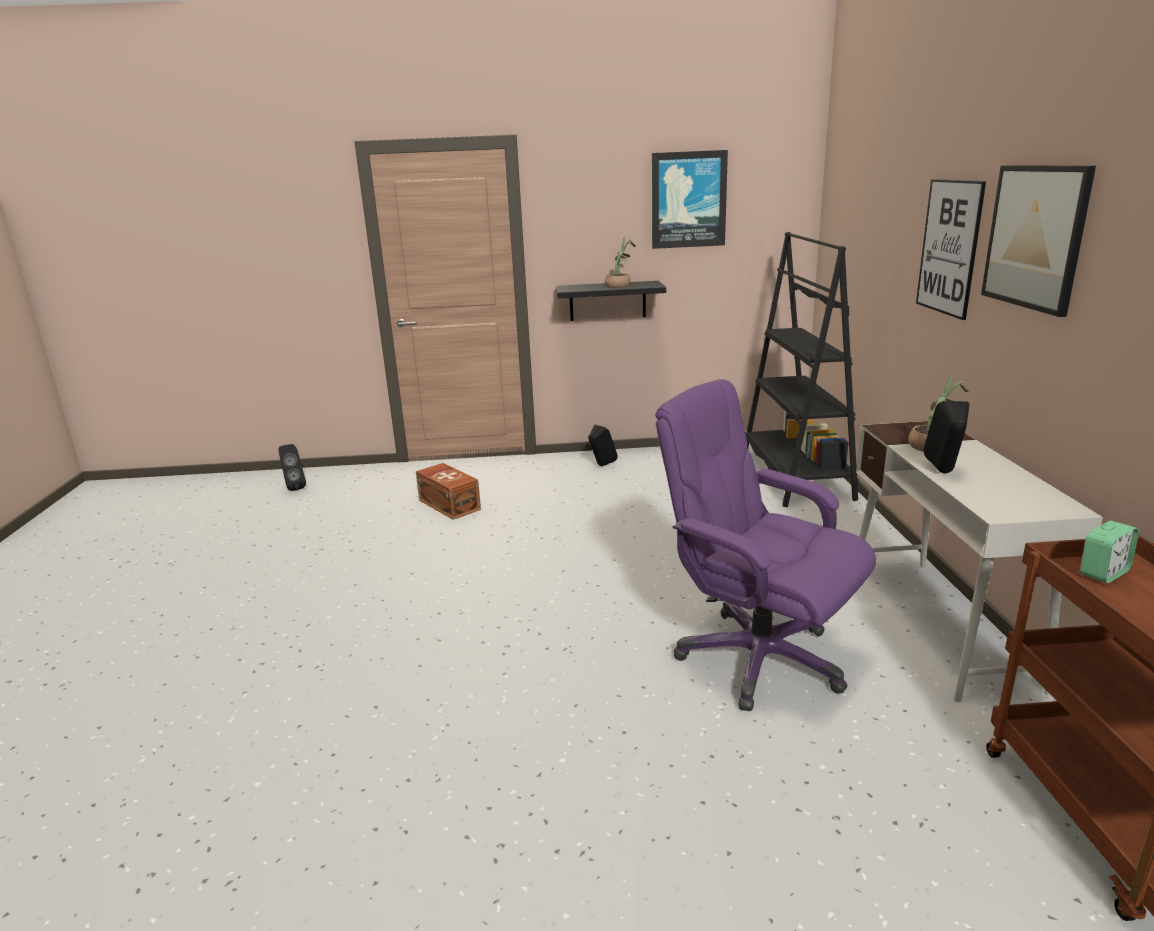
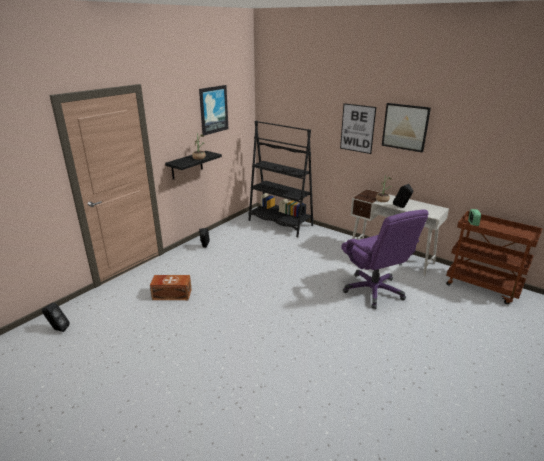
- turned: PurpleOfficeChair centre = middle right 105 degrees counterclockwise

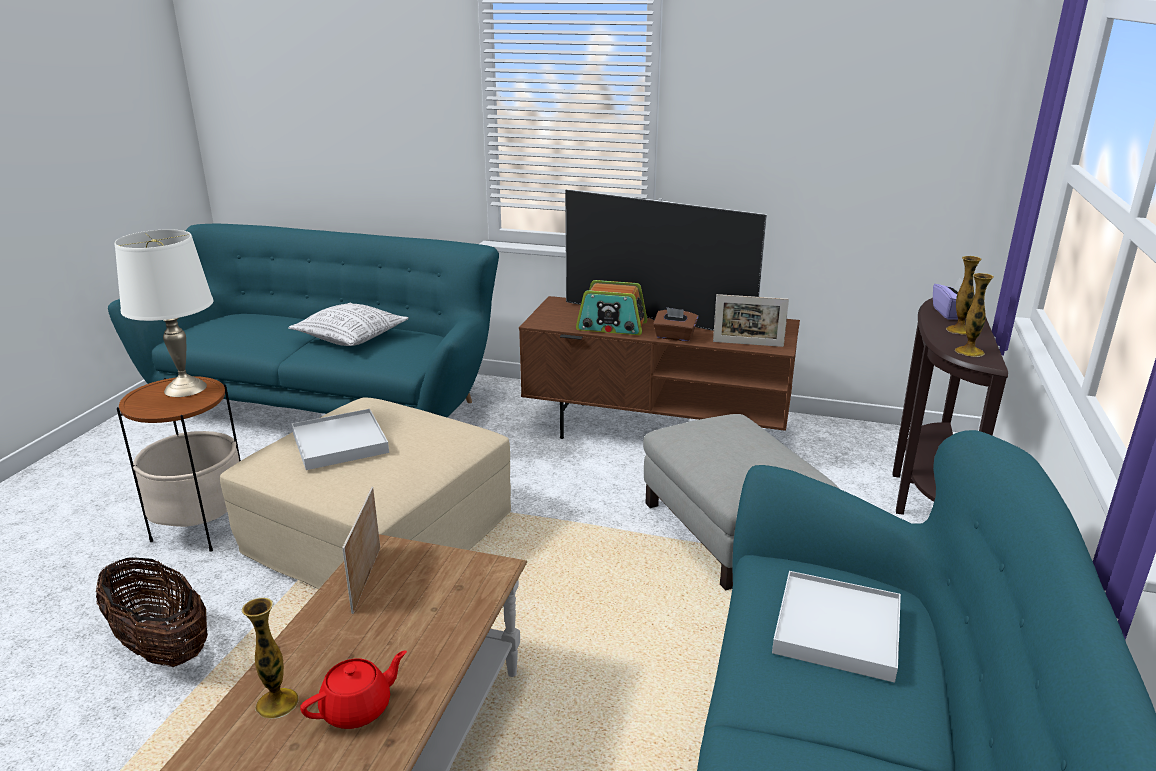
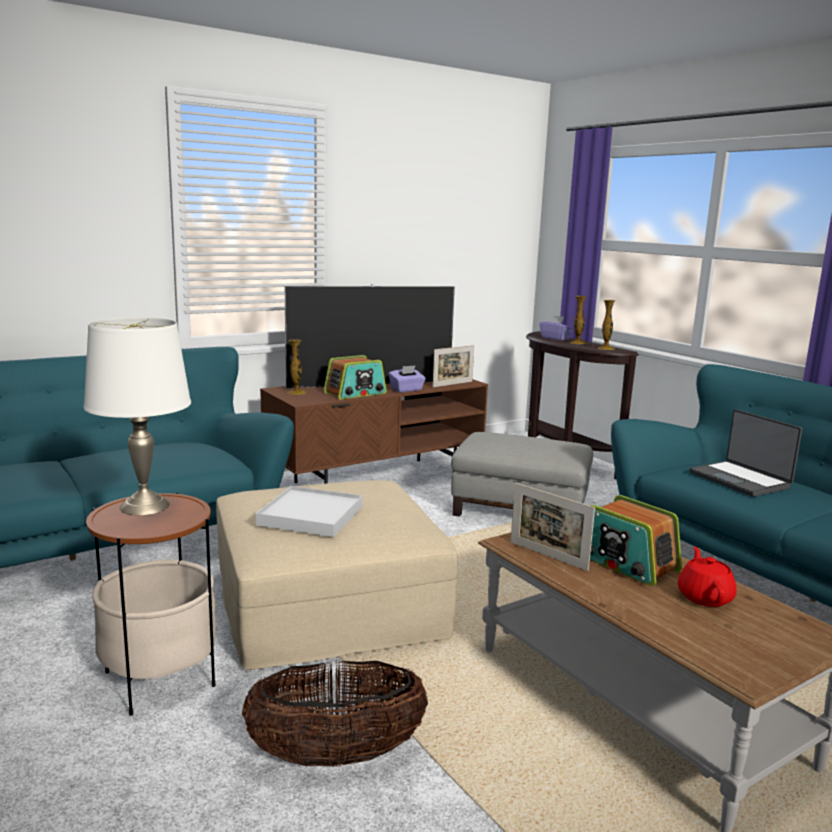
- removed: Pillow middle left
- recoloured: BrownTissueBox centre to PurpleTissueBox (1st from left) centre
- replaced: WhiteTray (2nd from left) bottom right to Laptop middle right
- moved: Vase (1st from left) bottom left to centre
- added: Radio (2nd from left) middle right

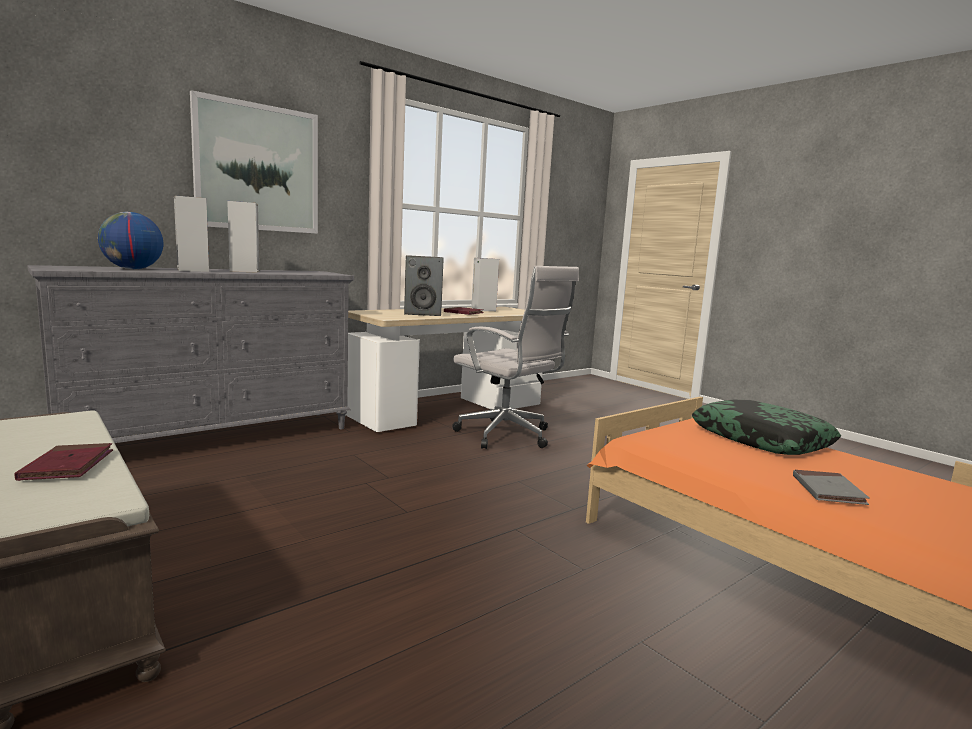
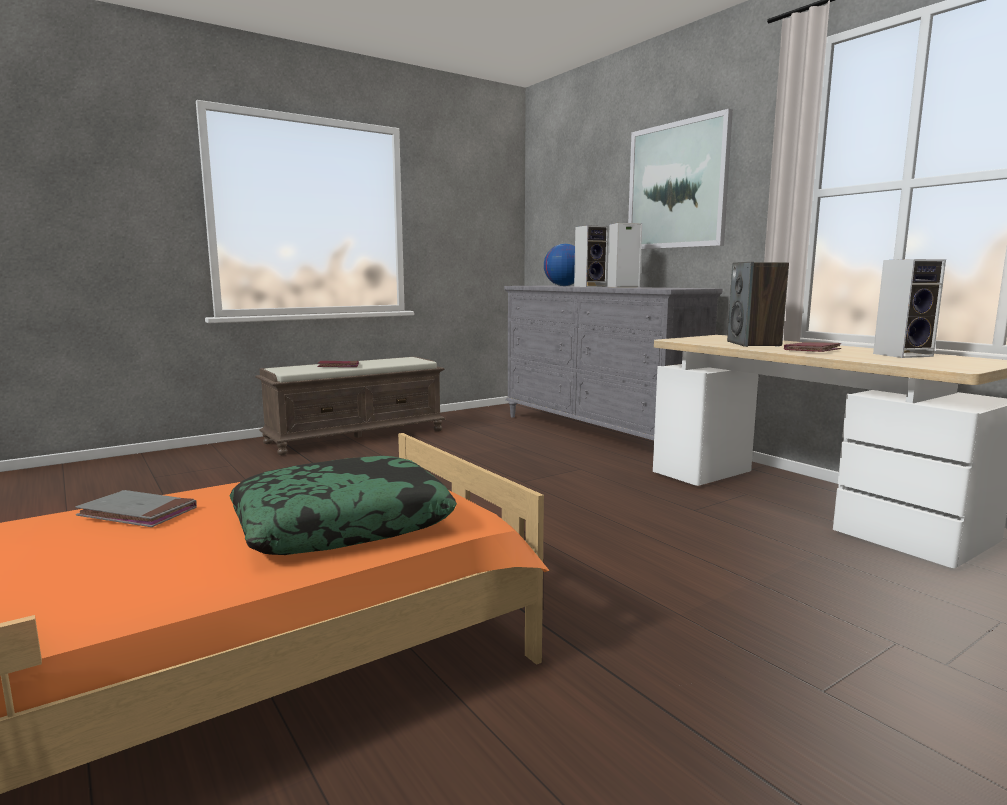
- removed: WhiteOfficeChair centre

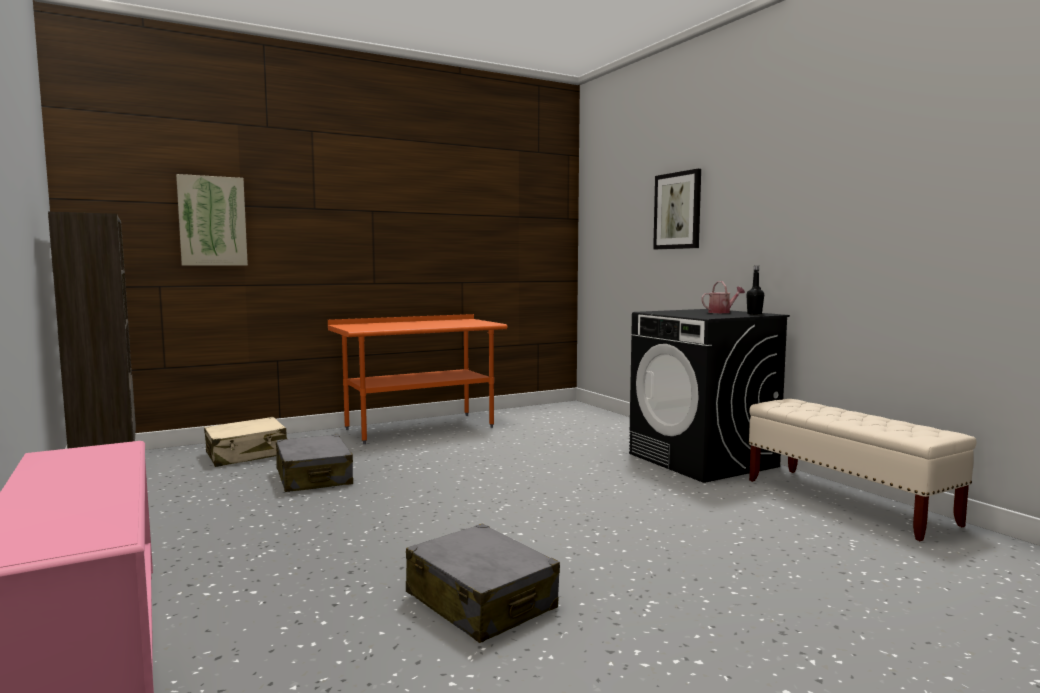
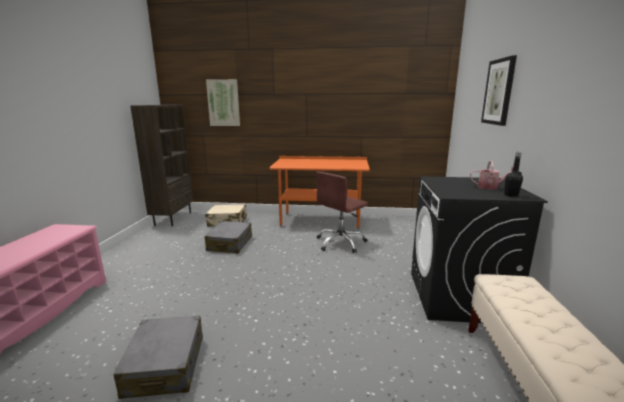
- added: BrownOfficeChair centre

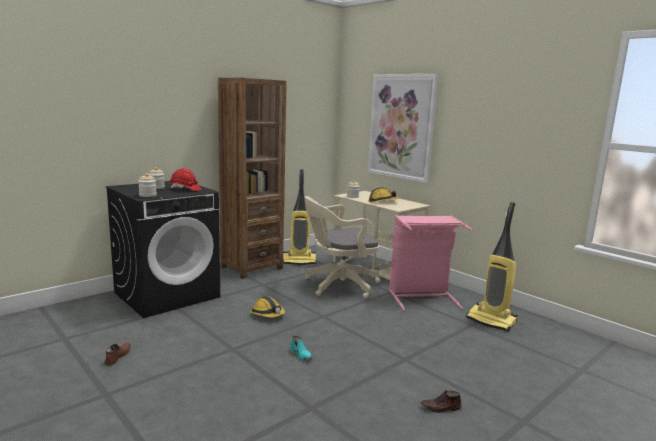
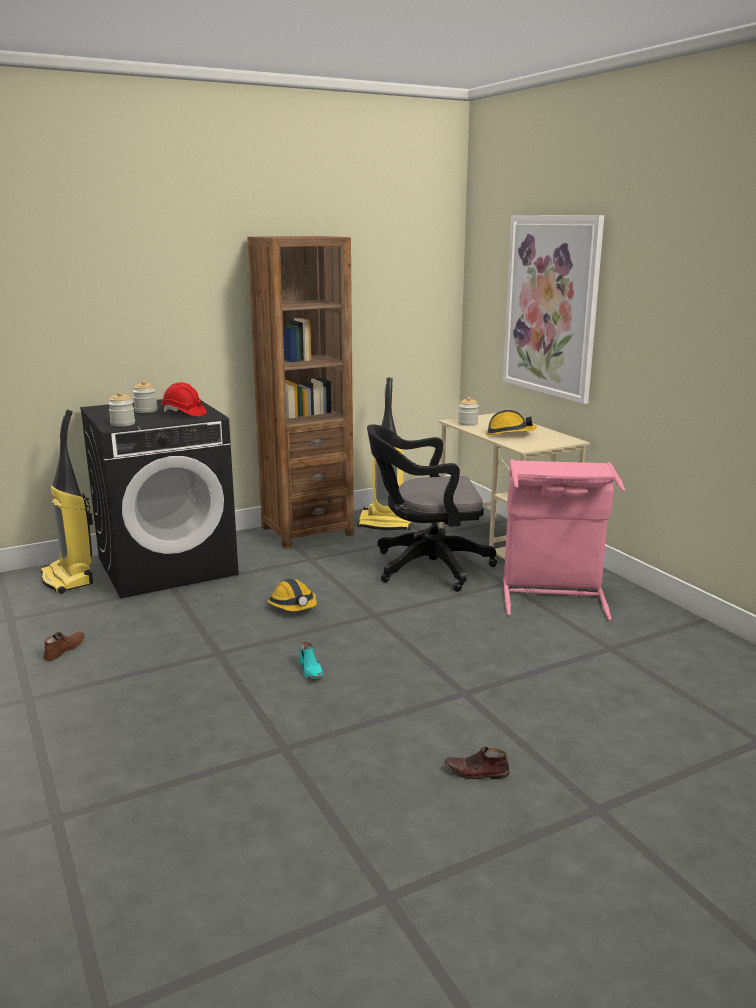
- recoloured: BeigeOfficeChair centre to BlackOfficeChair centre
- moved: VacuumCleaner (2nd from left in the first image) middle right to VacuumCleaner (1st from left) middle left

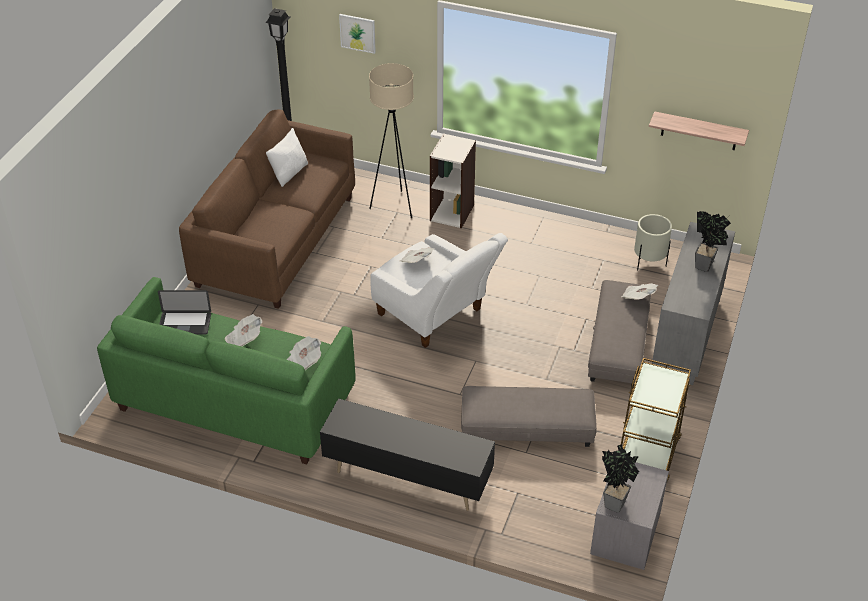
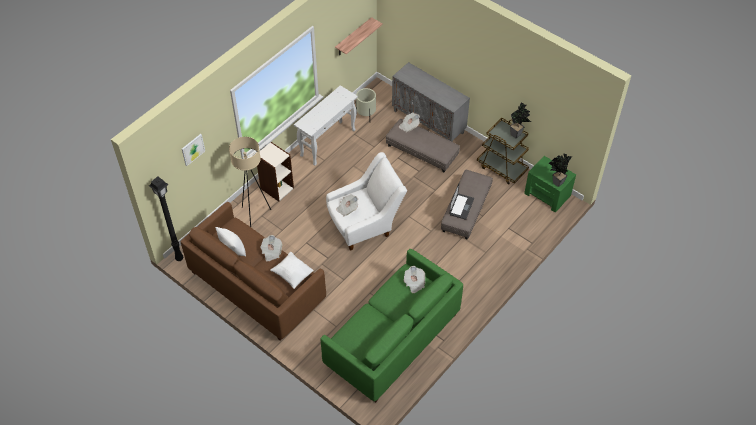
- moved: PottedPlant (2nd from left in the first image) middle right to PottedPlant (1st from left) top right
- moved: Laptop middle left to centre
- moved: Newspaper (1st from left) middle left to centre
- removed: BlackTvStand bottom centre
- recoloured: GreyNightstand bottom right to GreenNightstand middle right
- added: WhiteConsoleTable top centre
- added: WhitePillow (2nd from left) centre

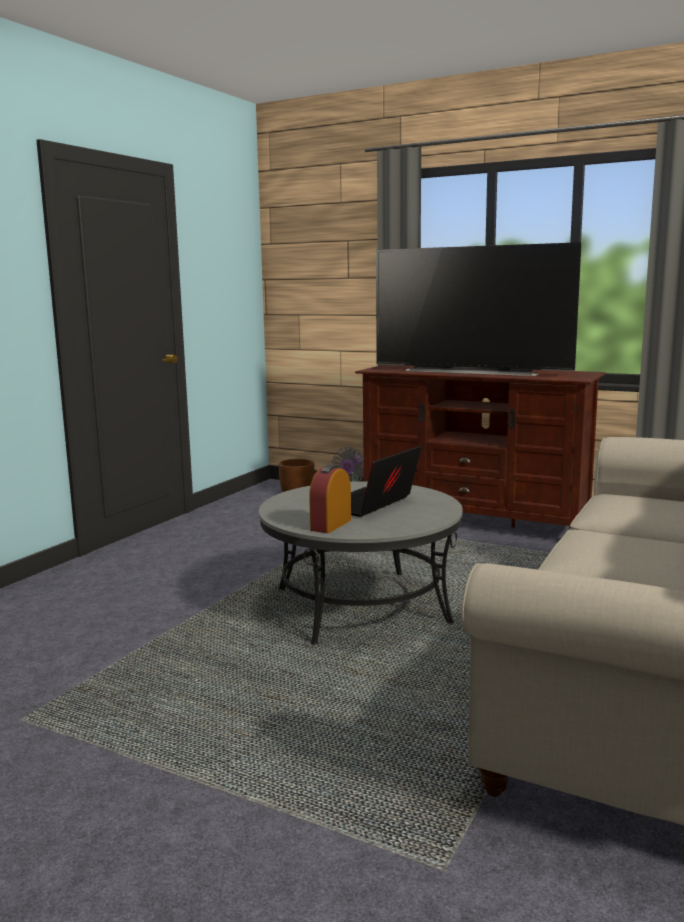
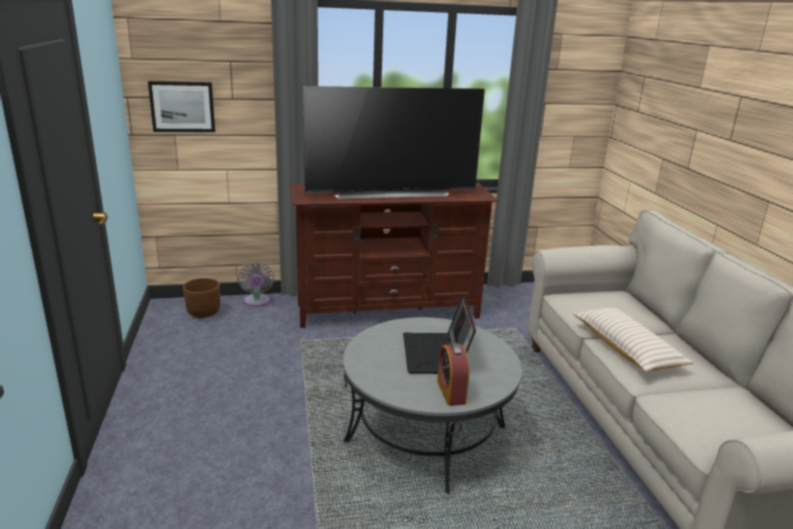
- added: Picture top left
- added: BeigePillow middle right

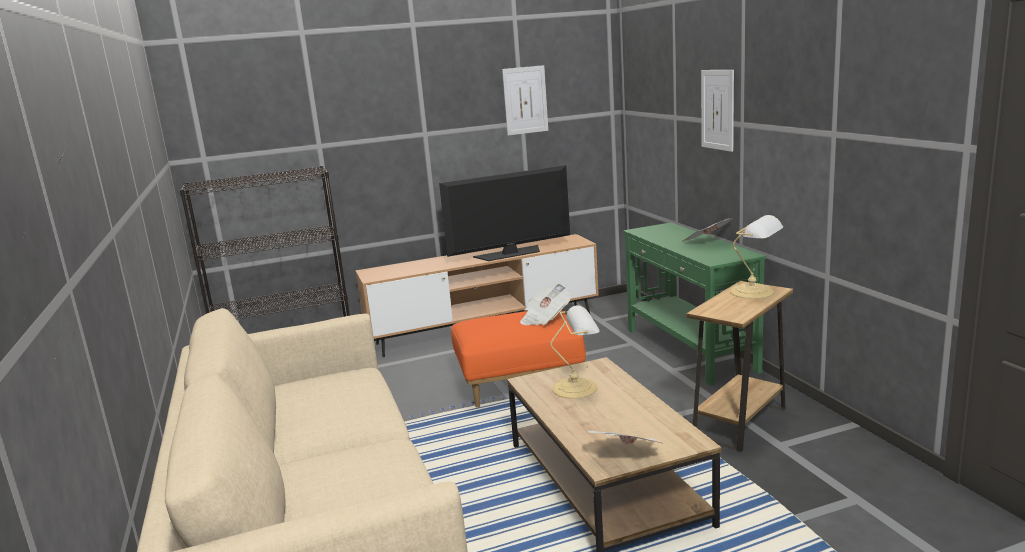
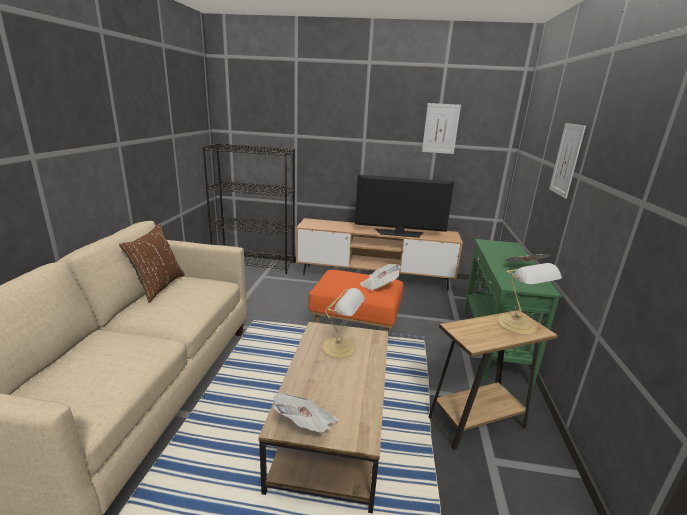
- added: BrownPillow middle left

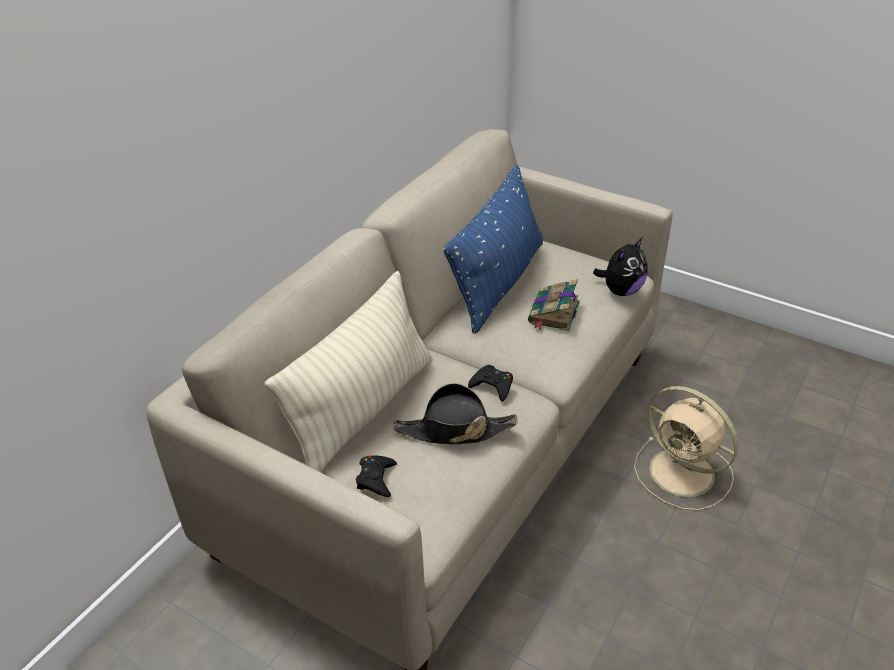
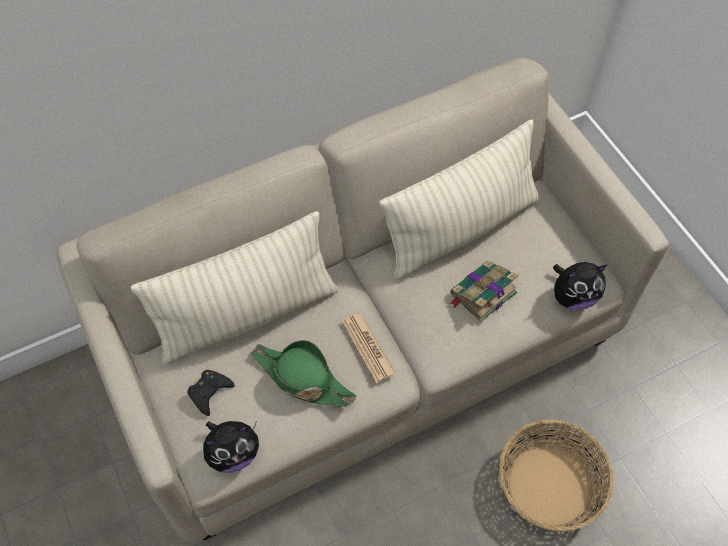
- recoloured: BluePillow centre to BeigePillow (2nd from left) centre
- replaced: BlackGameController (2nd from left) centre to Newspaper centre
- recoloured: BlackHat centre to GreenHat bottom centre
- replaced: BeigeFan bottom right to Basket bottom right
- added: PlushToy (1st from left) bottom left

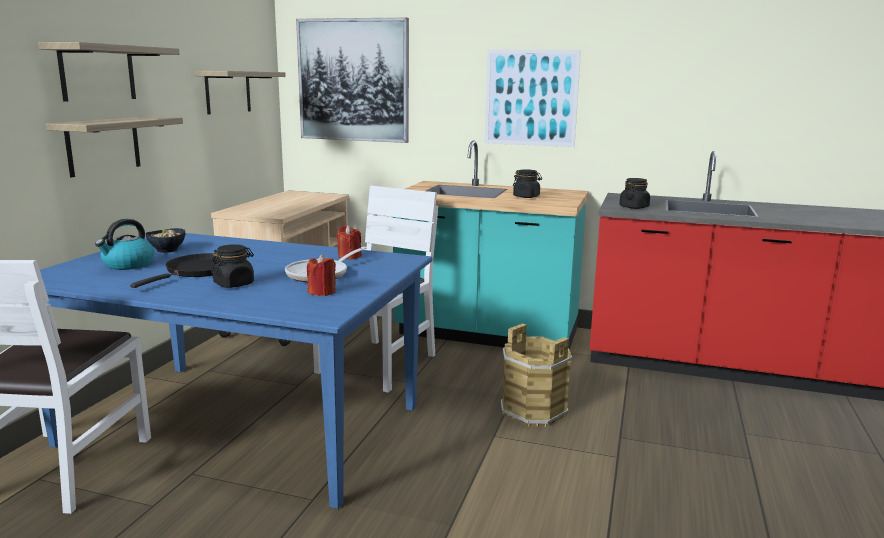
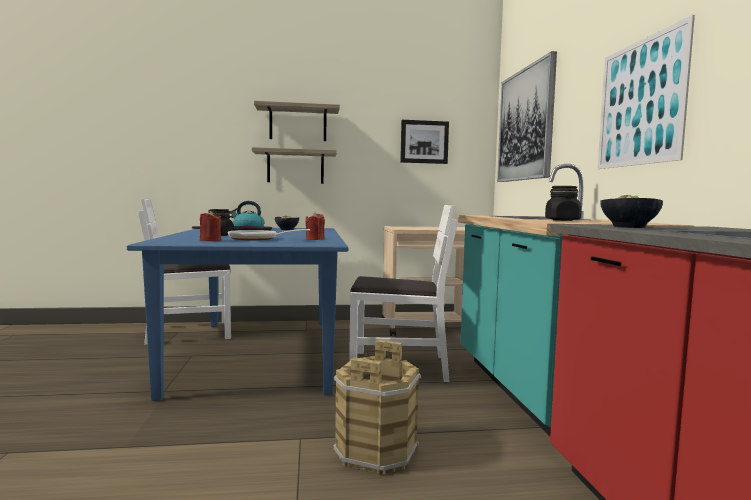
- replaced: Shelf (3rd from left) top left to Picture (1st from left) top centre
- replaced: BlackJar (3rd from left) middle right to Bowl (2nd from left) middle right

